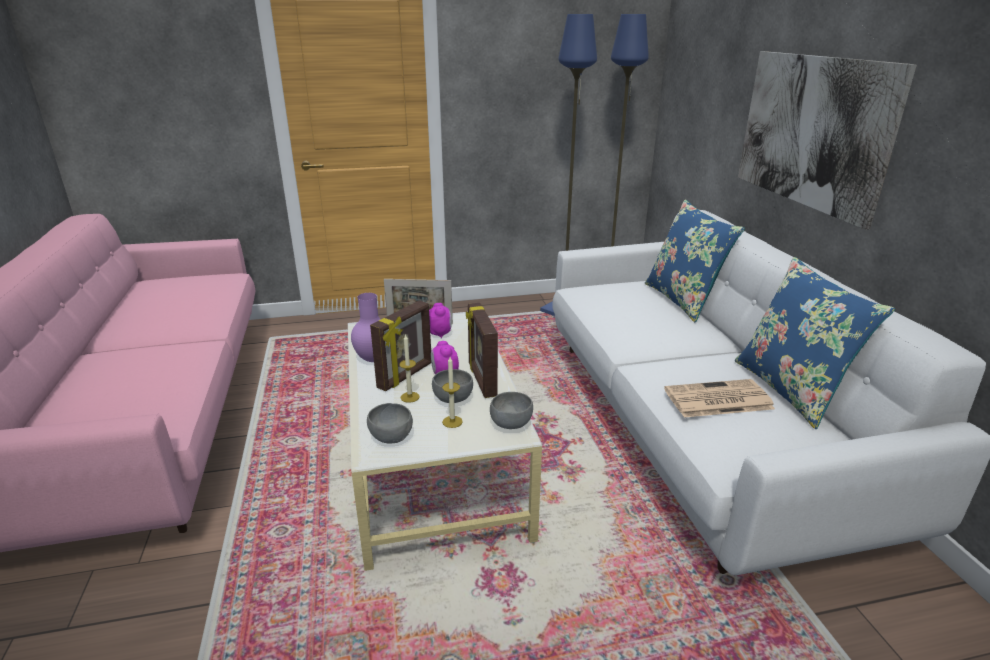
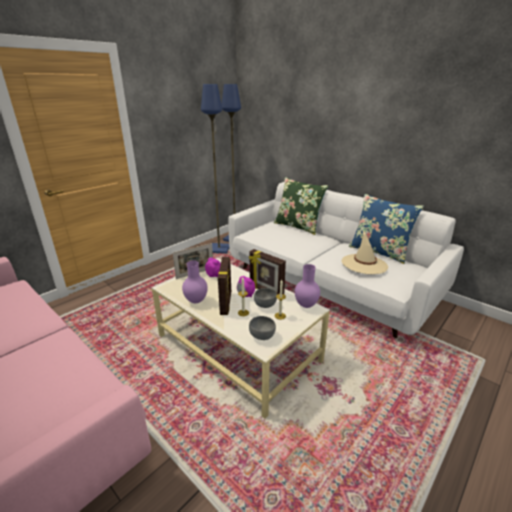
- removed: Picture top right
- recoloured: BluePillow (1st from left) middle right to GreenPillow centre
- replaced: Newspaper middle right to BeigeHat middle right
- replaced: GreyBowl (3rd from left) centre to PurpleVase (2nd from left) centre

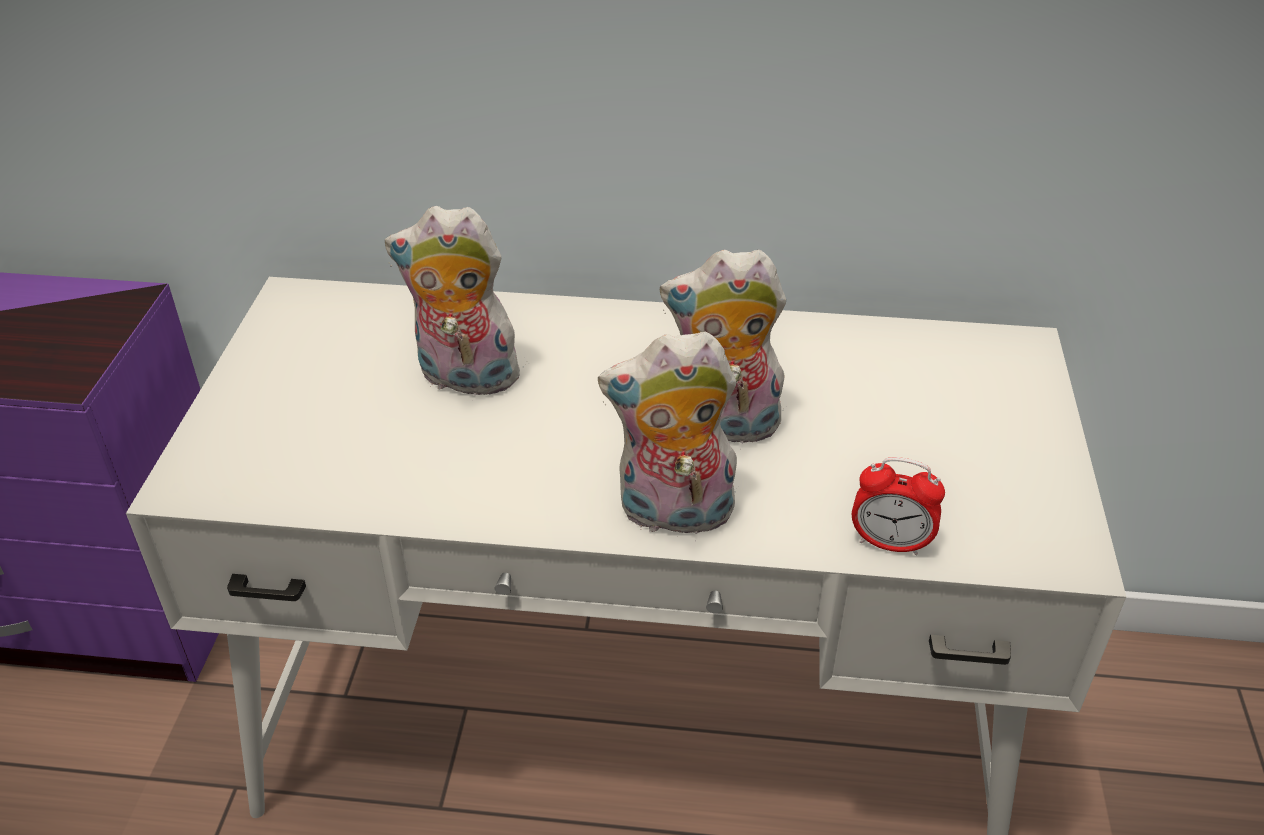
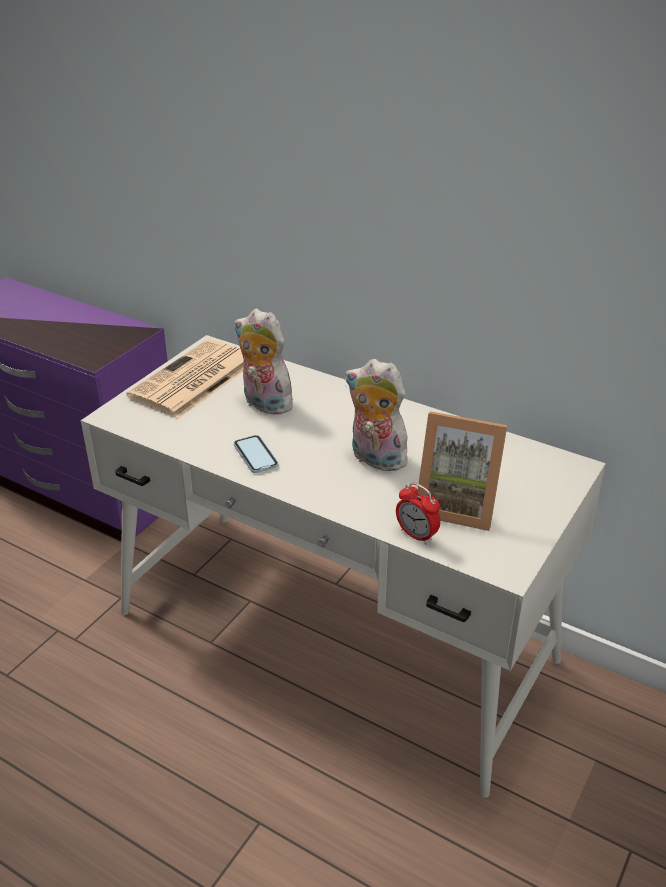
- removed: PlushToy (2nd from left) centre
- added: Newspaper middle left
- added: PictureFrame middle right
- added: Phone centre

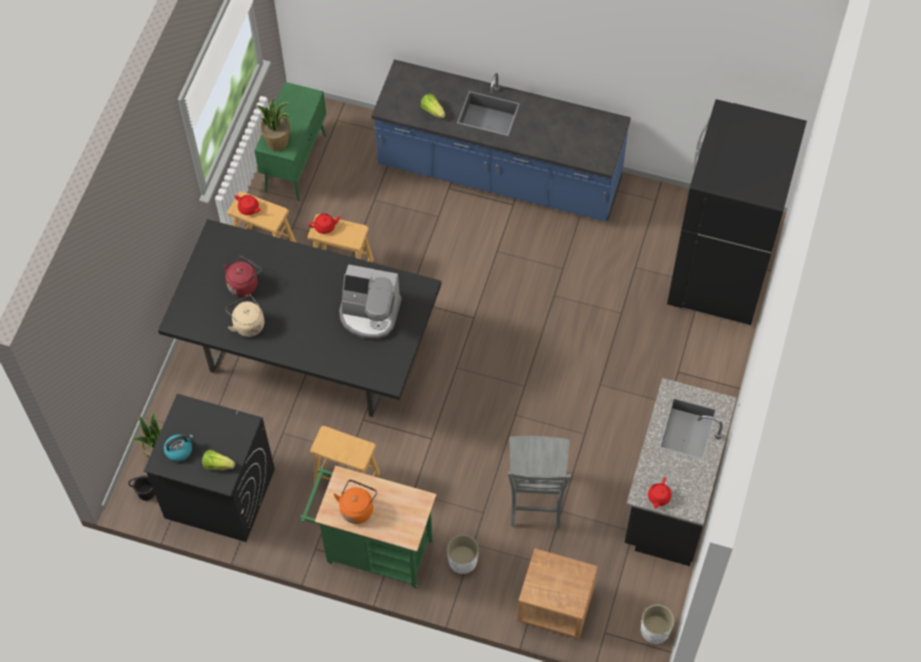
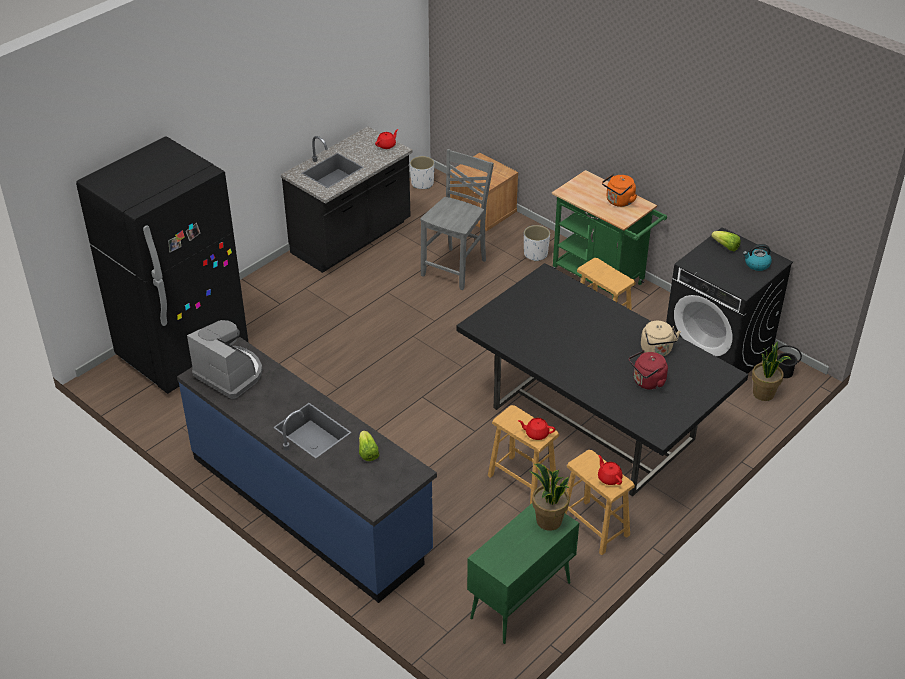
- moved: CoffeeMachine centre to middle left

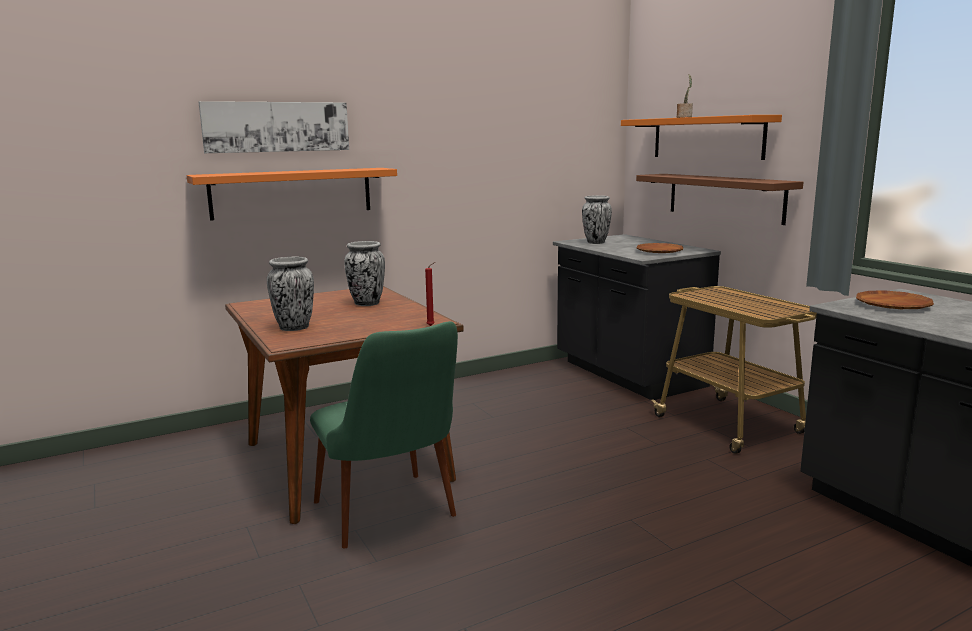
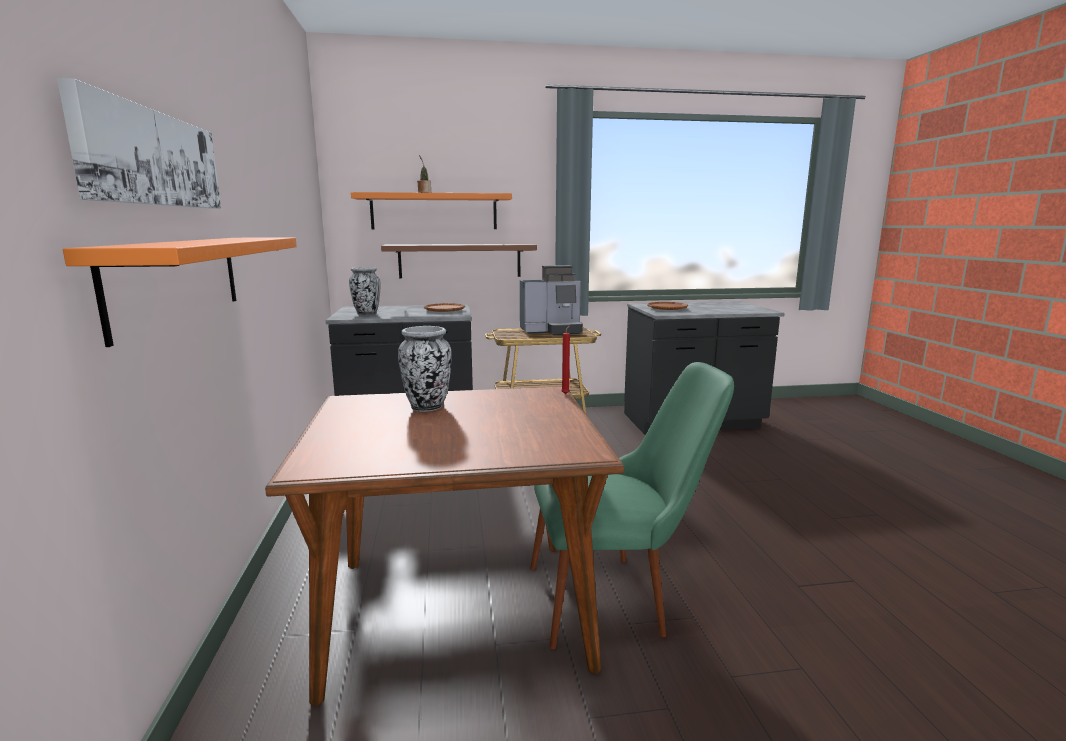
- removed: Vase (1st from left) middle left
- added: CoffeeMachine centre

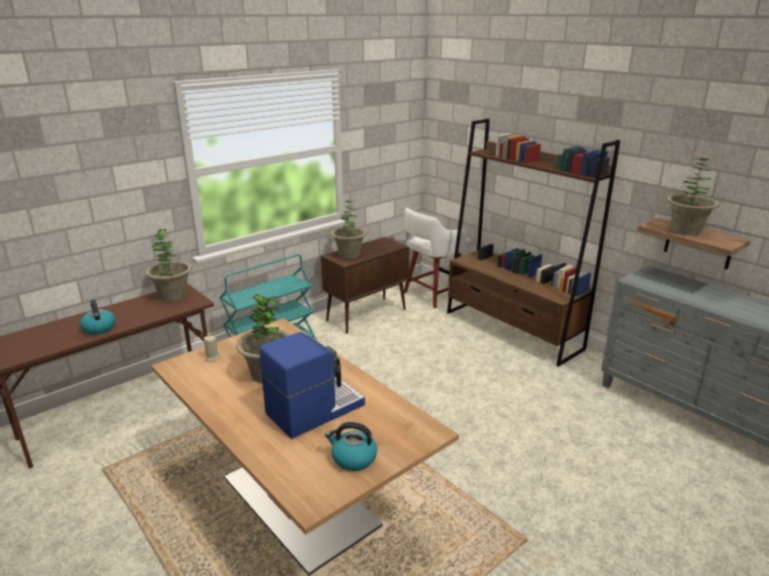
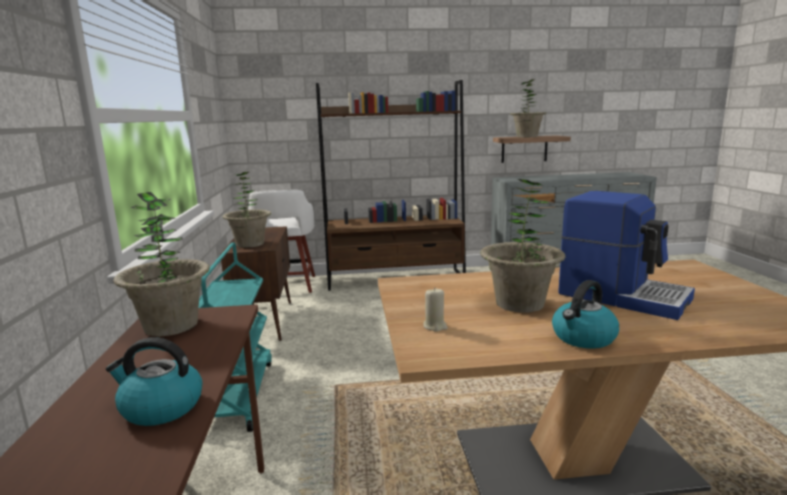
- turned: CoffeeMachine bottom centre = middle right 135 degrees clockwise
- moved: Kettle (2nd from left) bottom centre to middle right

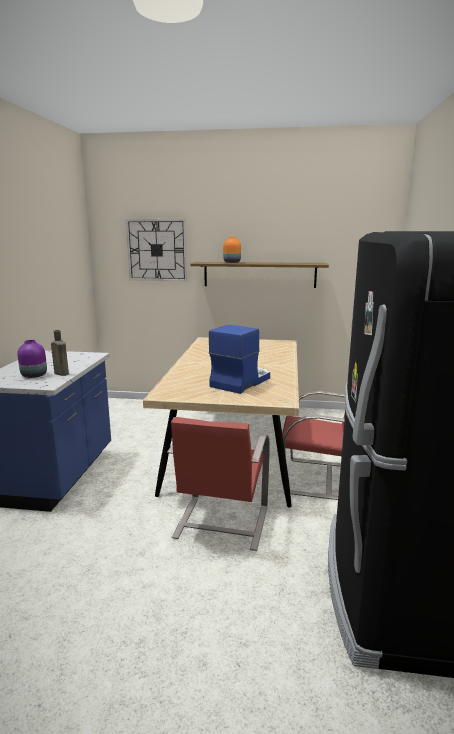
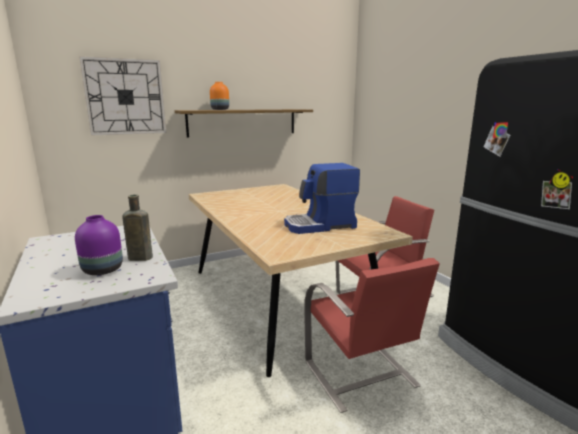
- turned: CoffeeMachine centre = centre 105 degrees counterclockwise

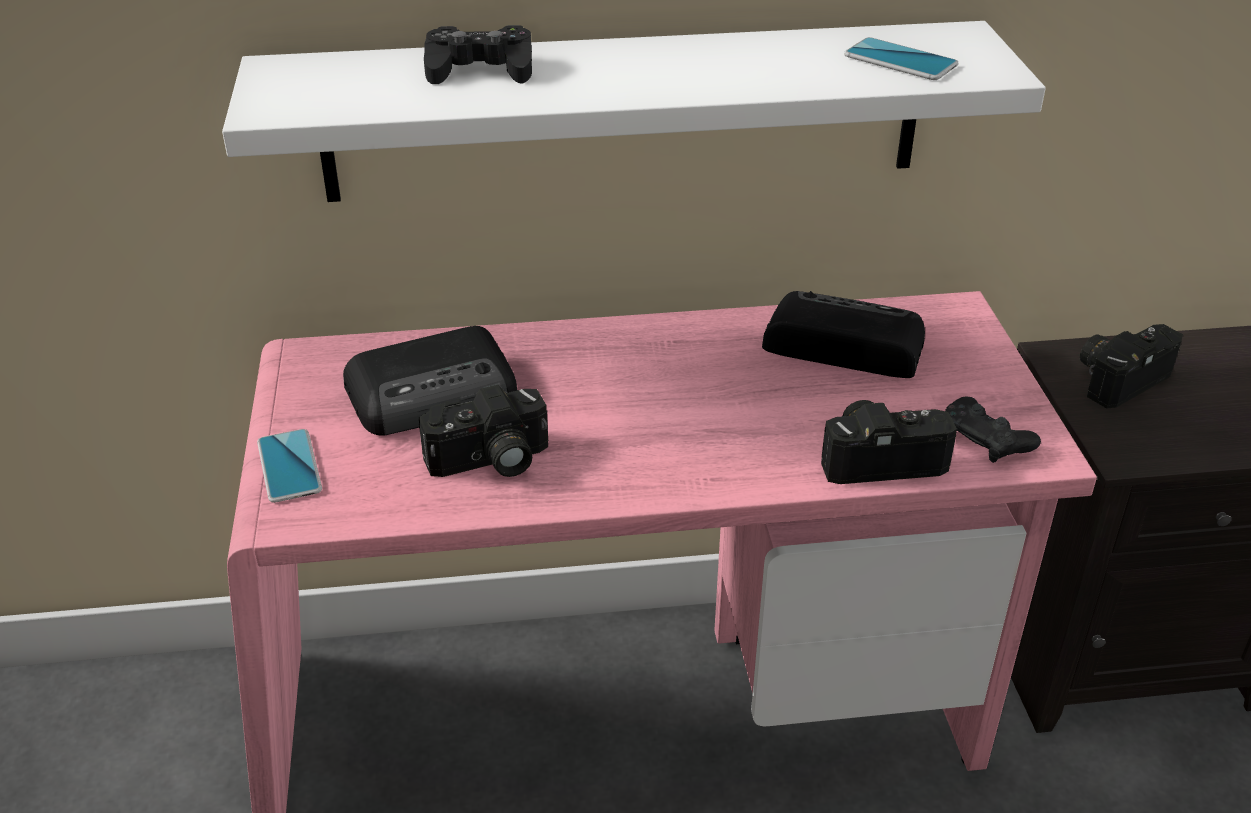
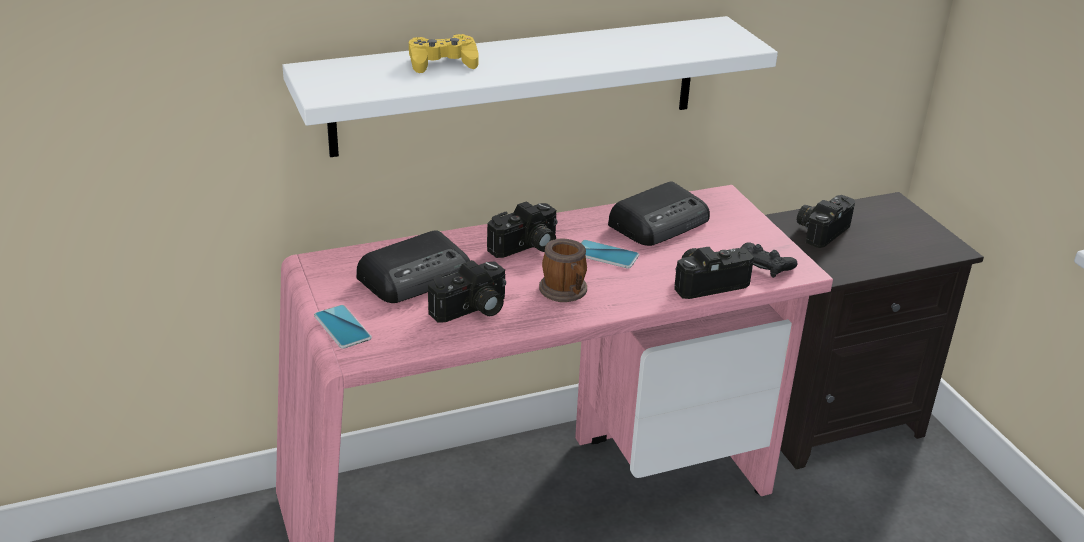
- recoloured: BlackGameController (1st from left) top centre to YellowGameController top centre
- moved: Phone (2nd from left) top right to centre
- turned: Radio (2nd from left) middle right = centre 135 degrees clockwise
- added: PhotoCamera (2nd from left) centre
- added: Mug centre

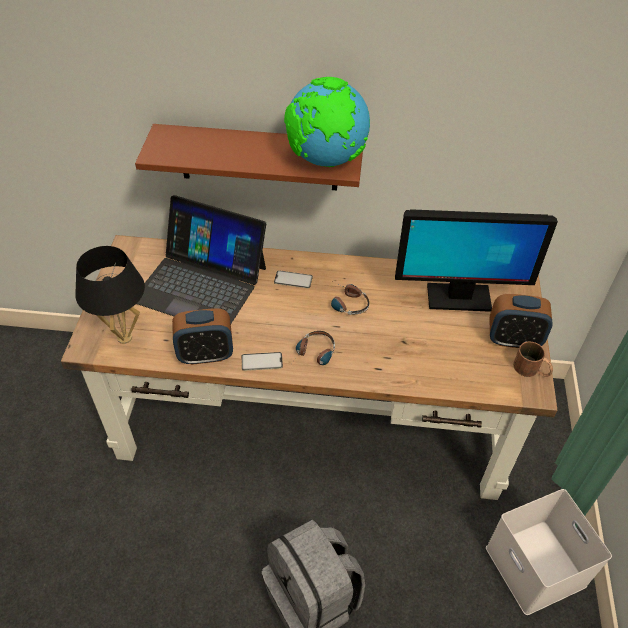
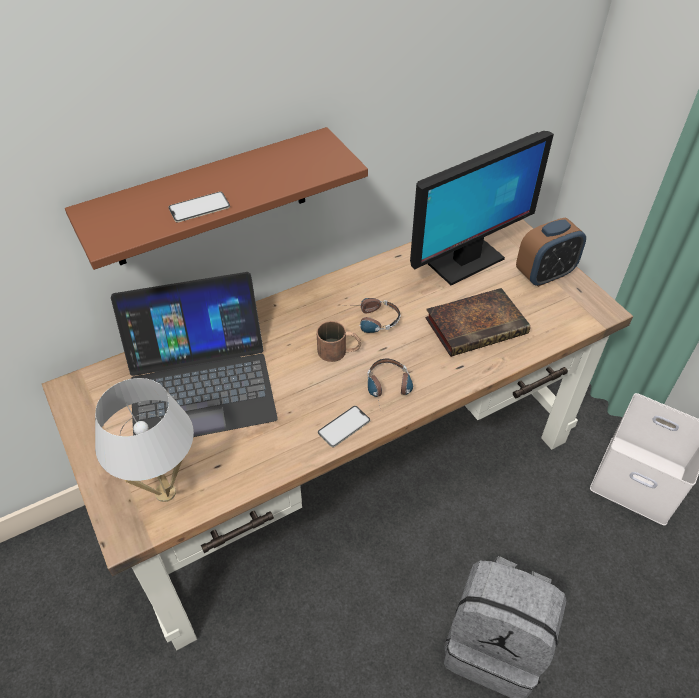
- removed: Globe top centre
- recoloured: BlackTableLamp middle left to WhiteTableLamp middle left
- moved: Phone (2nd from left in the first image) centre to Phone (1st from left) top left
- removed: AlarmClock (1st from left) middle left
- moved: BrownMug middle right to centre
- added: Book middle right

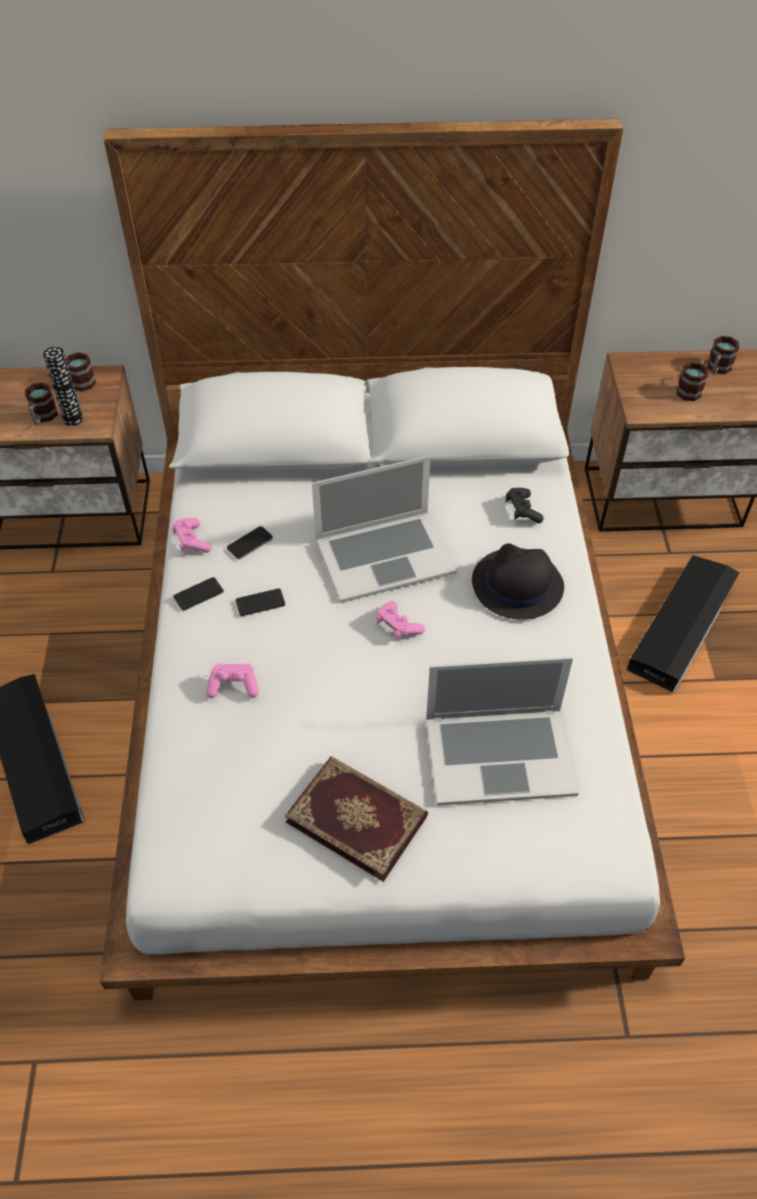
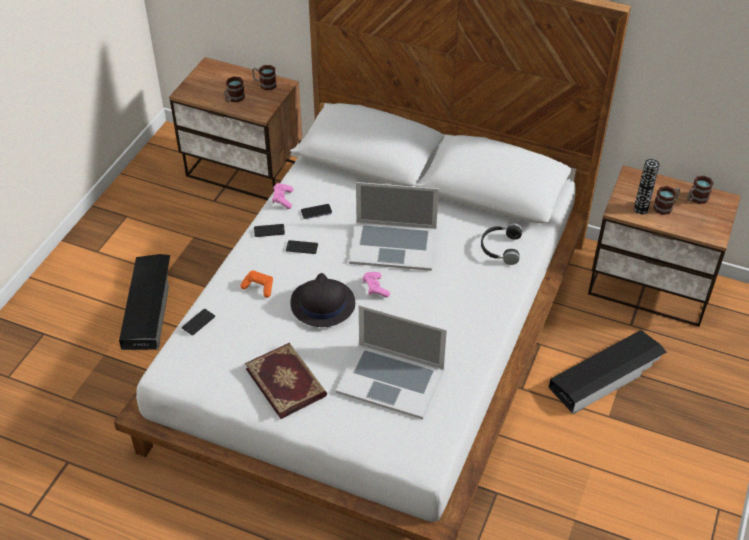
- moved: Vase top left to middle right
- replaced: BlackGameController middle right to BlackHeadphones middle right
- moved: BlackHat middle right to centre
- recoloured: PinkGameController (2nd from left) middle left to OrangeGameController centre
- added: Phone (1st from left) middle left

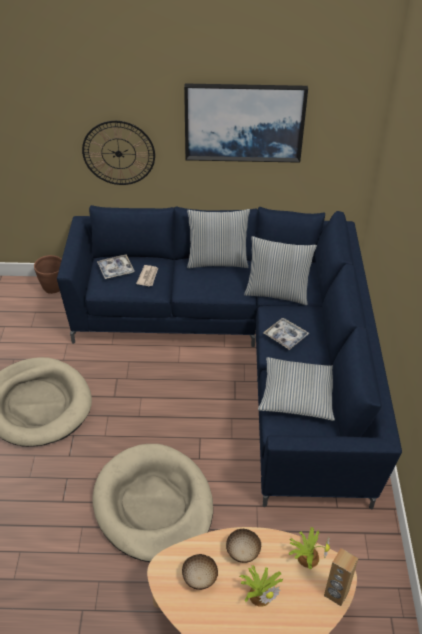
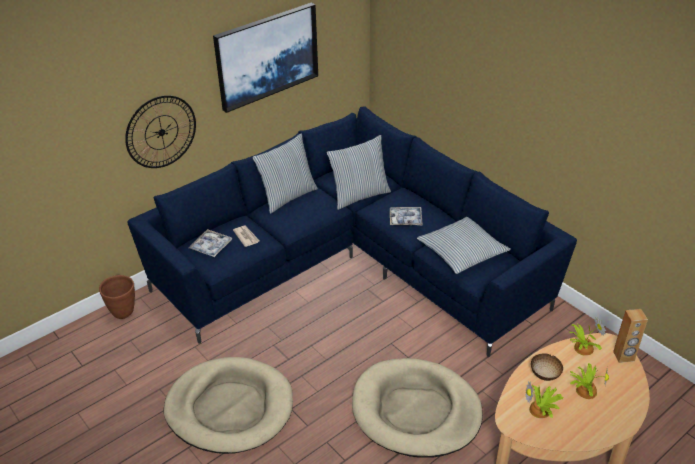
- replaced: Bowl (1st from left) bottom centre to PottedPlant (1st from left) bottom right

